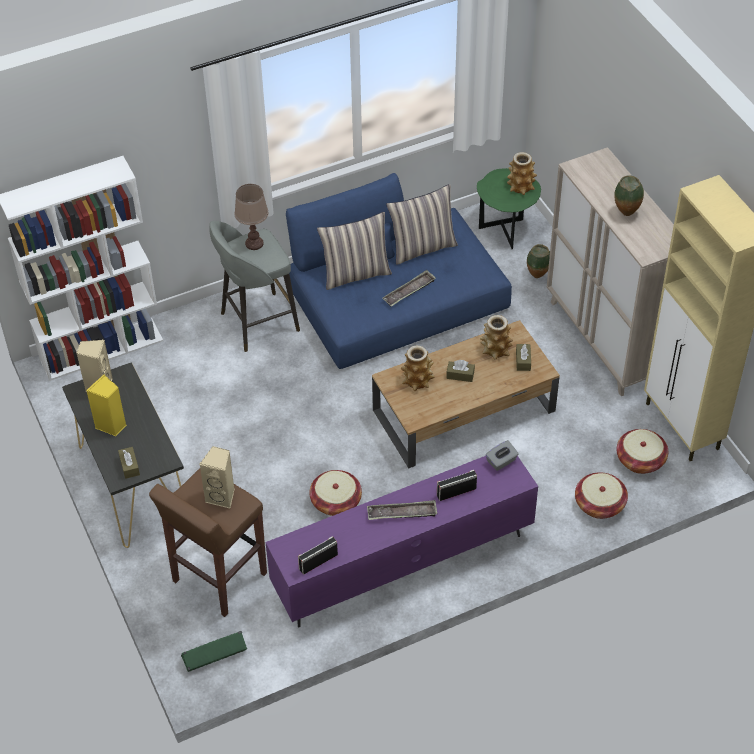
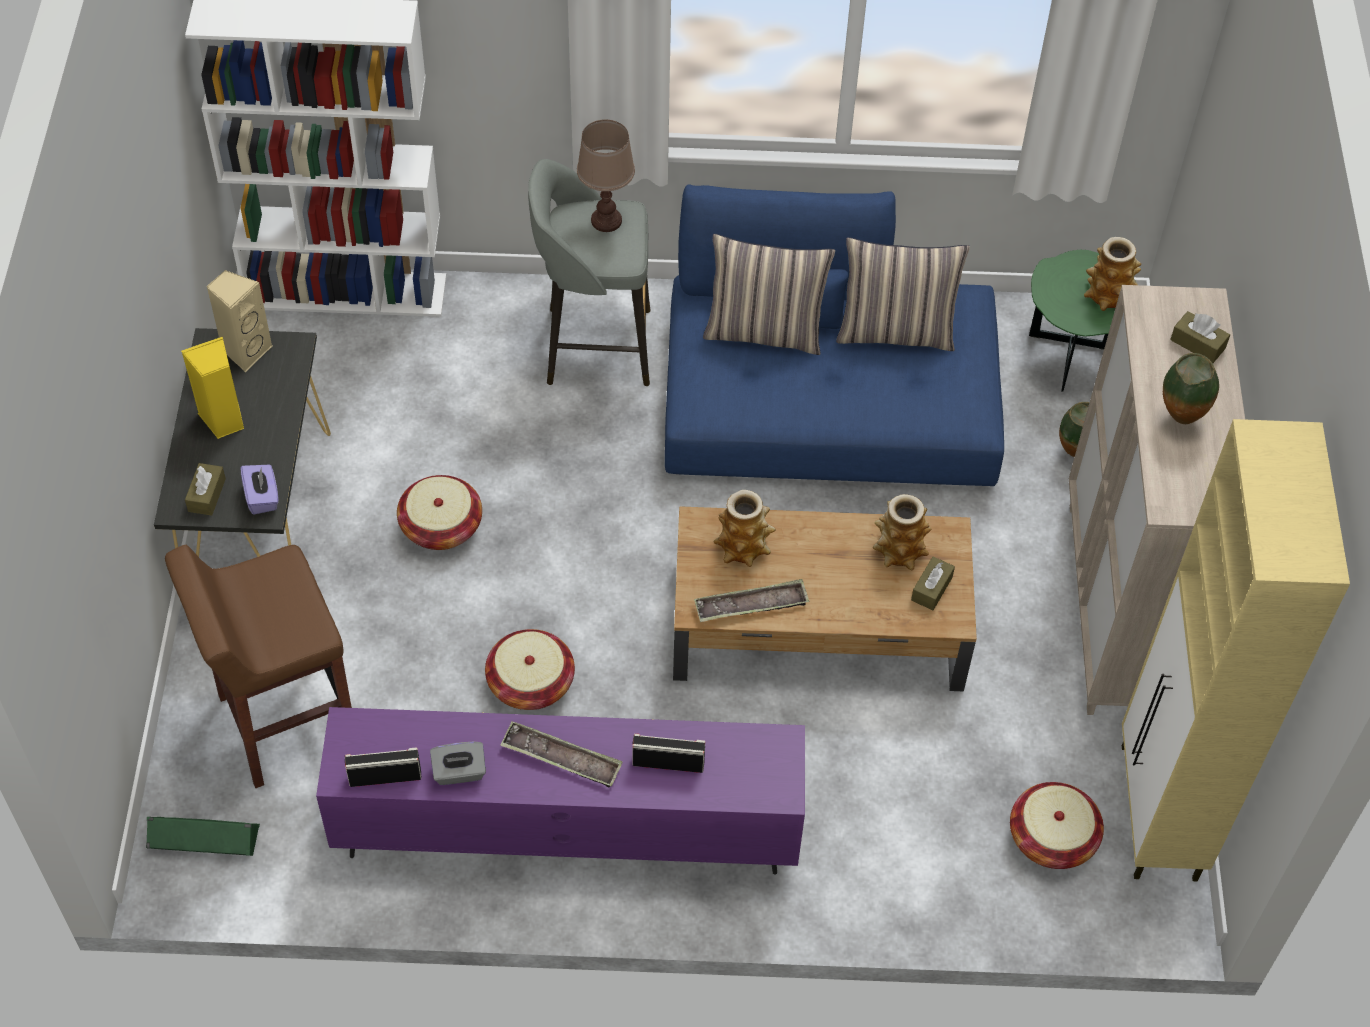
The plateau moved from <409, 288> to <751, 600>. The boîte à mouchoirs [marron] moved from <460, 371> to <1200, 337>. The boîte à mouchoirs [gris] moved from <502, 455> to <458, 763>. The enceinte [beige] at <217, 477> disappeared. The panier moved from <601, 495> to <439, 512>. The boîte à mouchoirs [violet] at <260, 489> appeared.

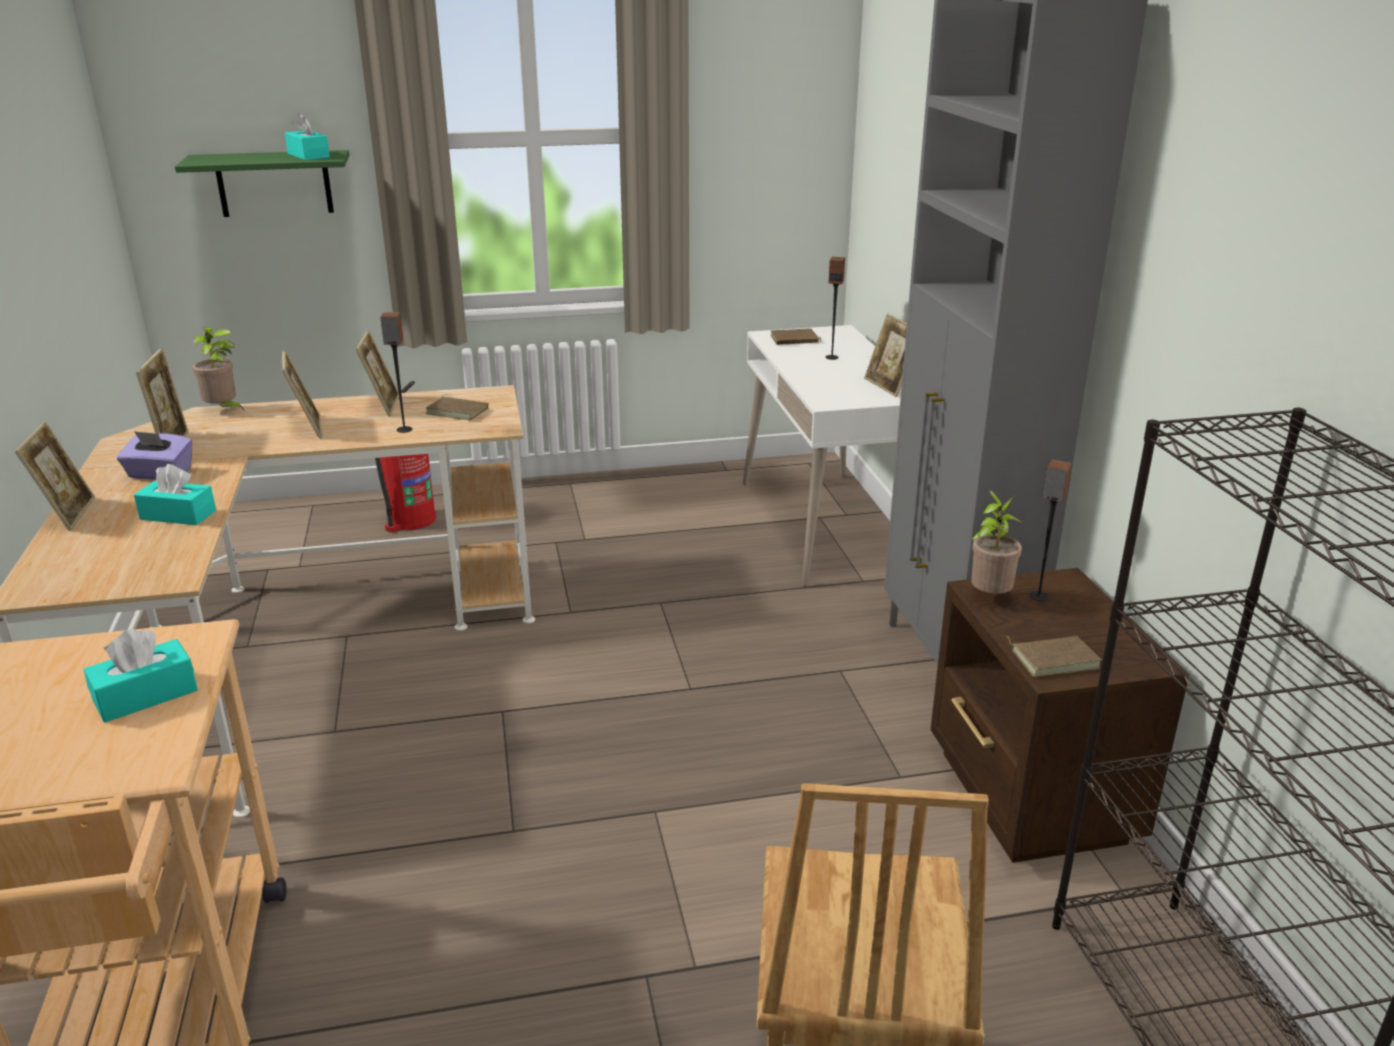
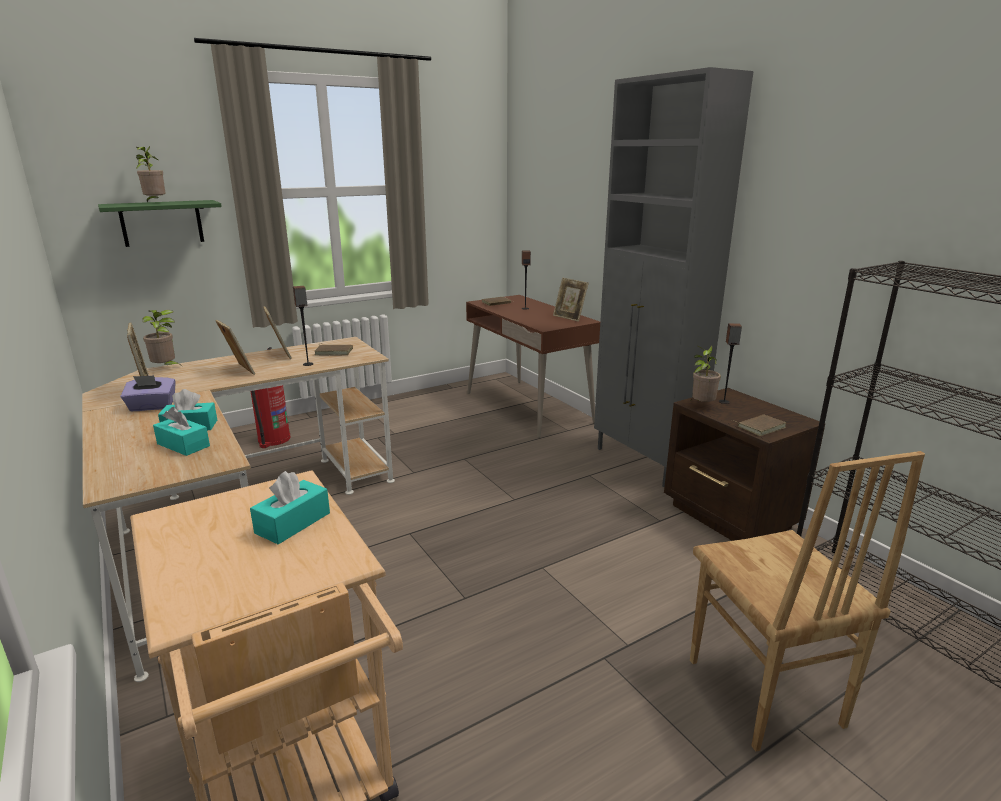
The boîte à mouchoirs [turquoise] moved from <307, 136> to <181, 431>. The bureau [blanc] at <822, 456> became the bureau [marron] at <533, 366>. The cadre photo at <55, 476> disappeared. The plante en pot at <151, 174> appeared.

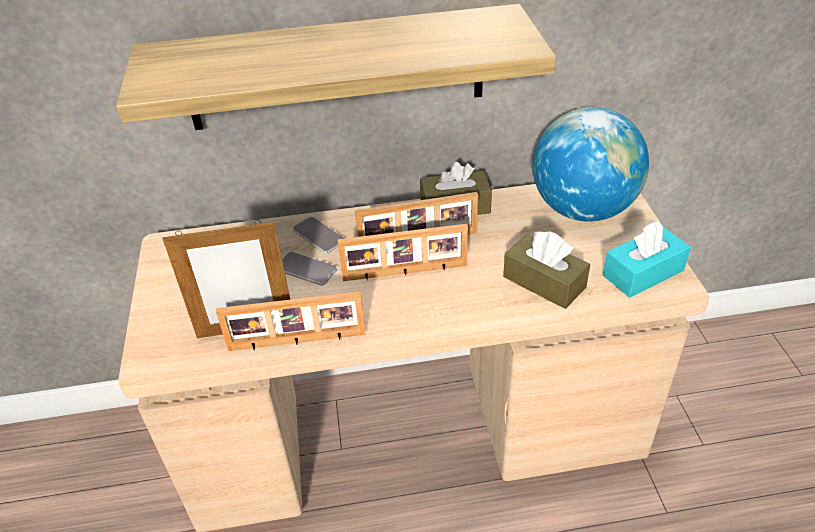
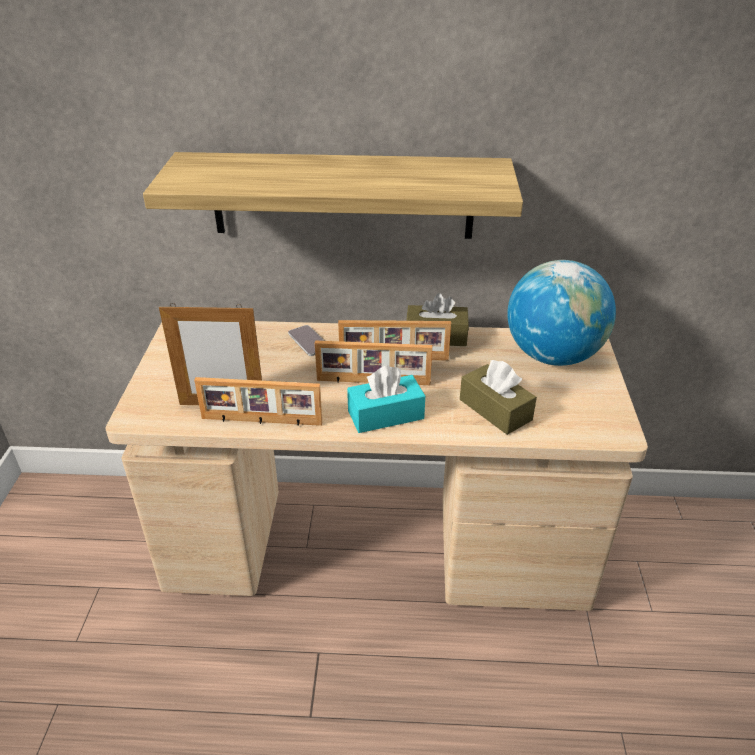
The boîte à mouchoirs [turquoise] moved from <647, 260> to <386, 399>. The téléphone at <309, 268> disappeared.

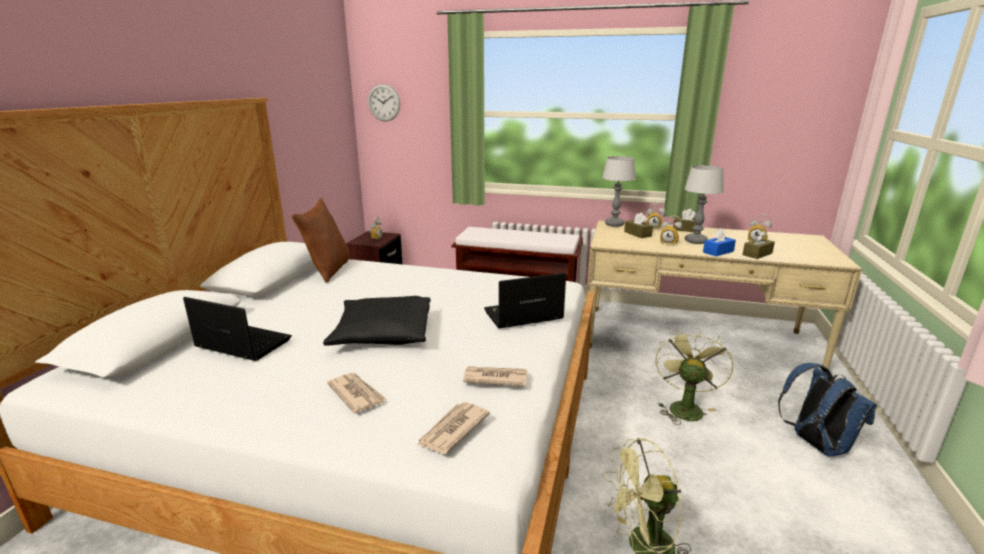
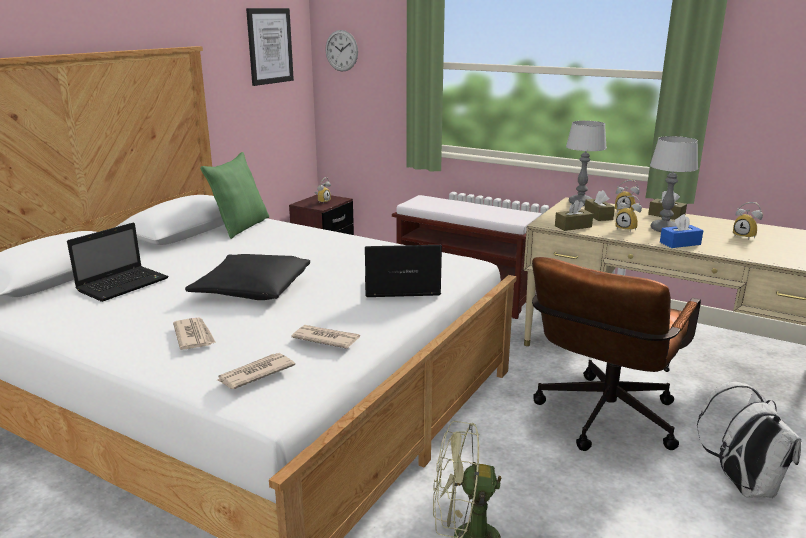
The coussin [marron] at <321, 240> became the coussin [vert] at <234, 195>. The boîte à mouchoirs [marron] moved from <758, 245> to <574, 215>. The ordinateur portable at <237, 329> turned 90 degrees clockwise. The ventilateur [vert] at <694, 377> was replaced by the chaise de bureau [marron] at <616, 354>. The sac à dos [bleu] at <827, 410> became the sac à dos [blanc] at <749, 440>. The tableau at <270, 47> appeared.

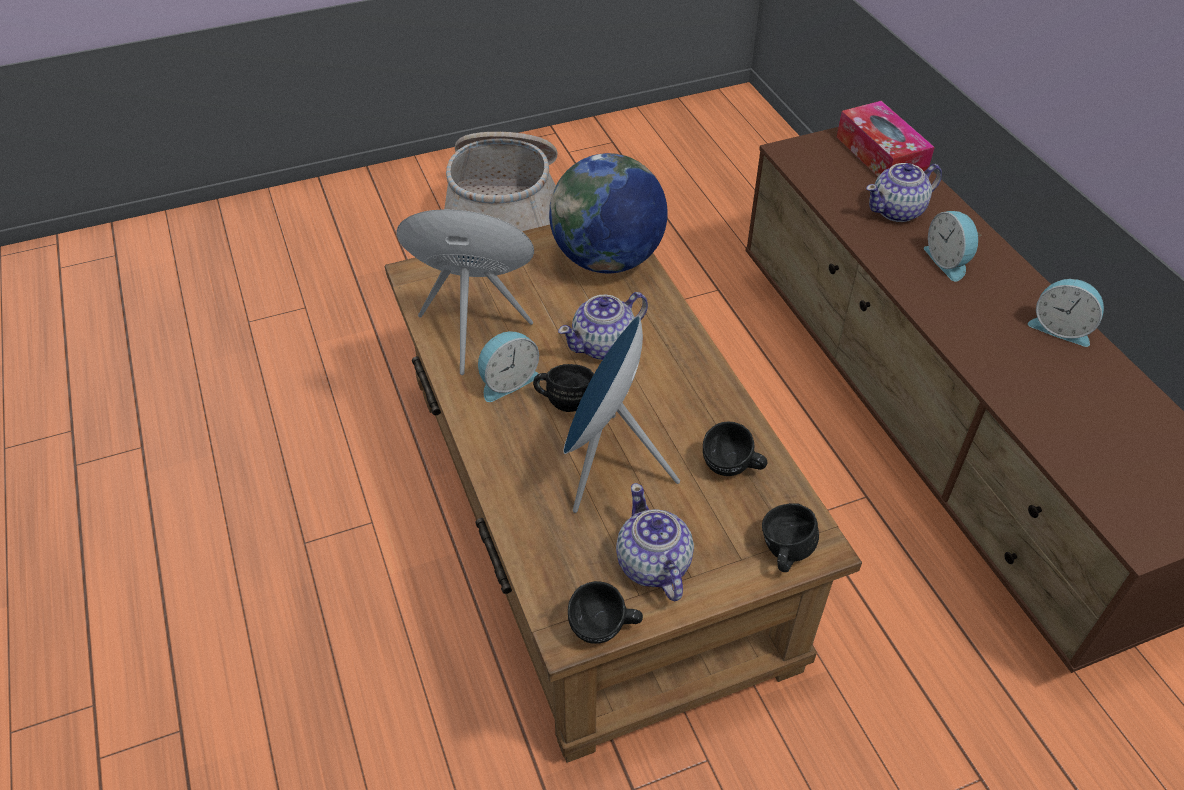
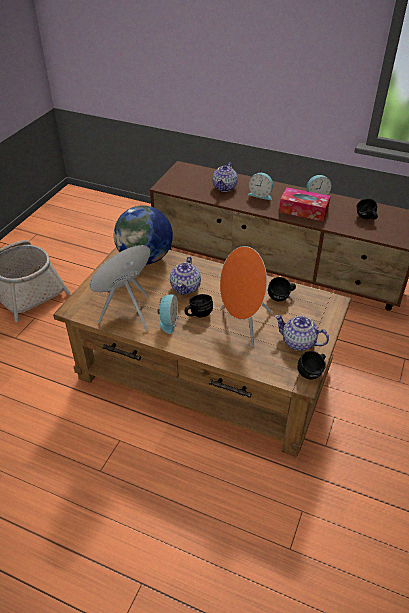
The boîte à mouchoirs moved from <886, 138> to <305, 204>. The enceinte [bleu] at <621, 414> became the enceinte [orange] at <246, 296>. The mug [noir] moved from <790, 537> to <367, 209>.

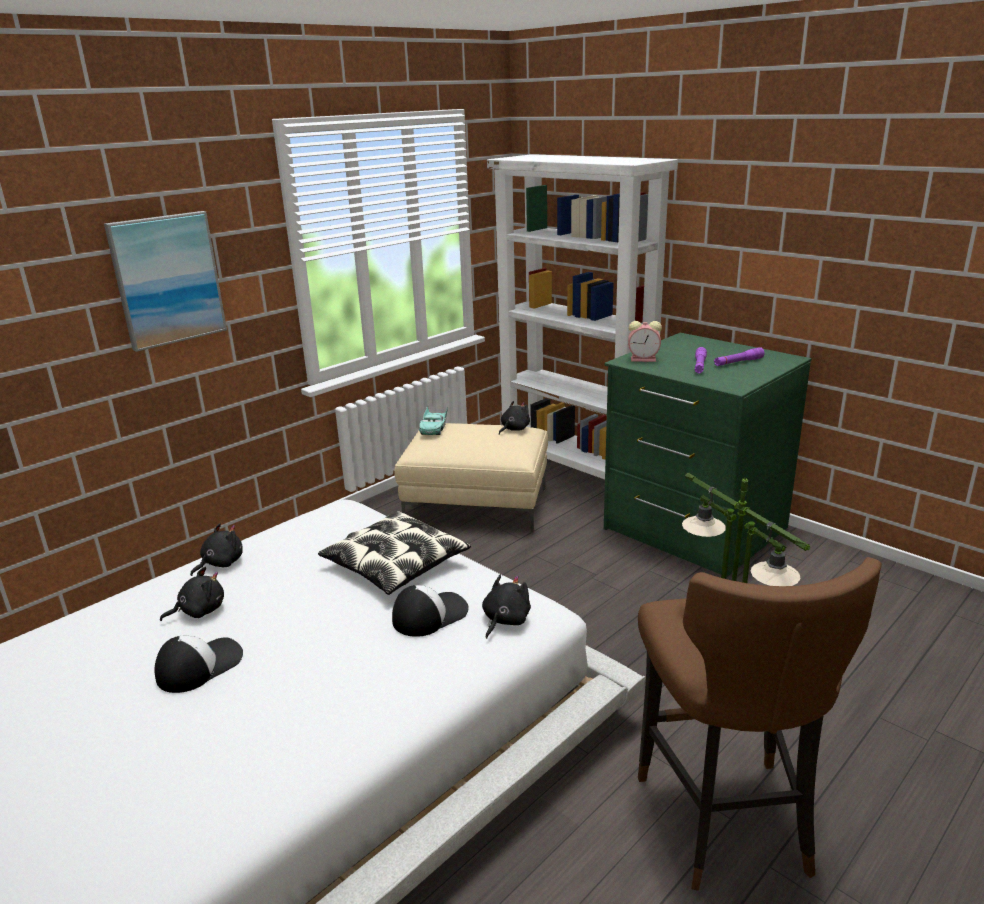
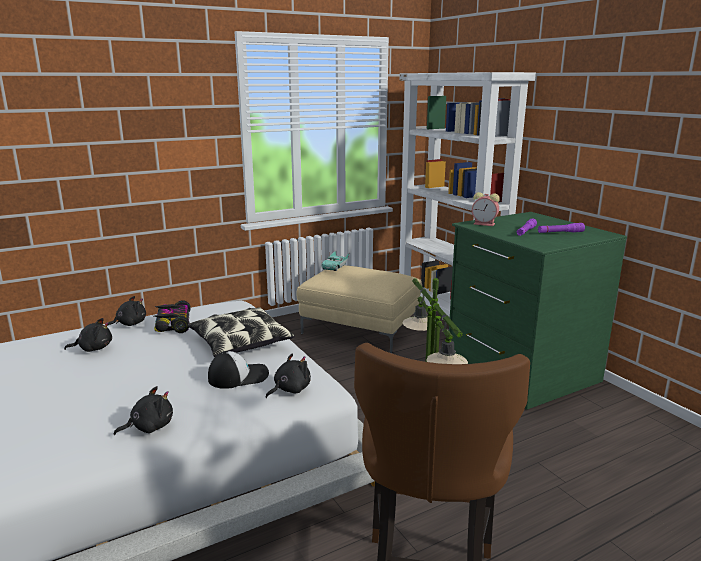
The tableau at <165, 281> disappeared. The peluche [noir] moved from <514, 418> to <143, 410>. The casquette at <199, 664> disappeared. The petite voiture at <172, 316> appeared.

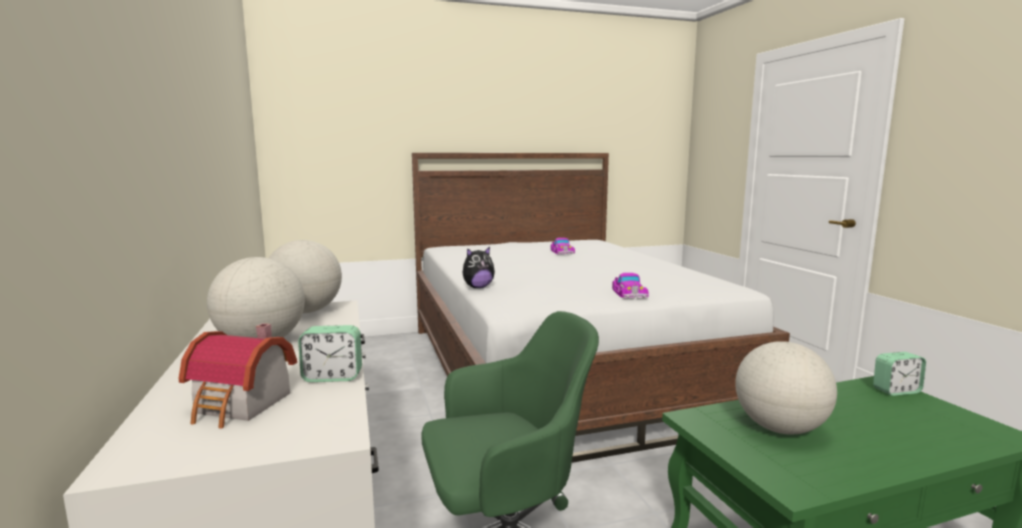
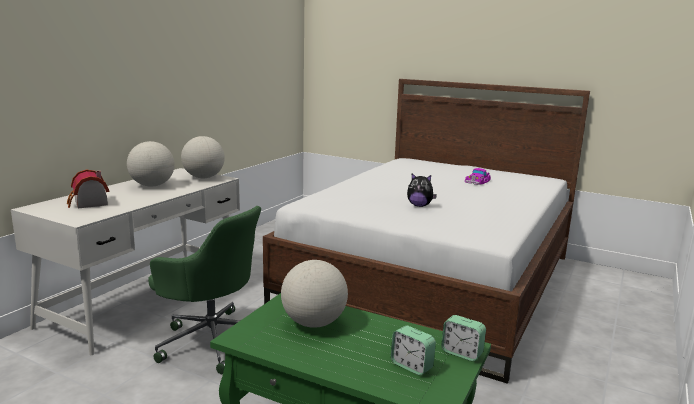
The peluche moved from <478, 267> to <422, 190>. The petite voiture at <630, 286> disappeared. The réveil moved from <330, 353> to <413, 350>.

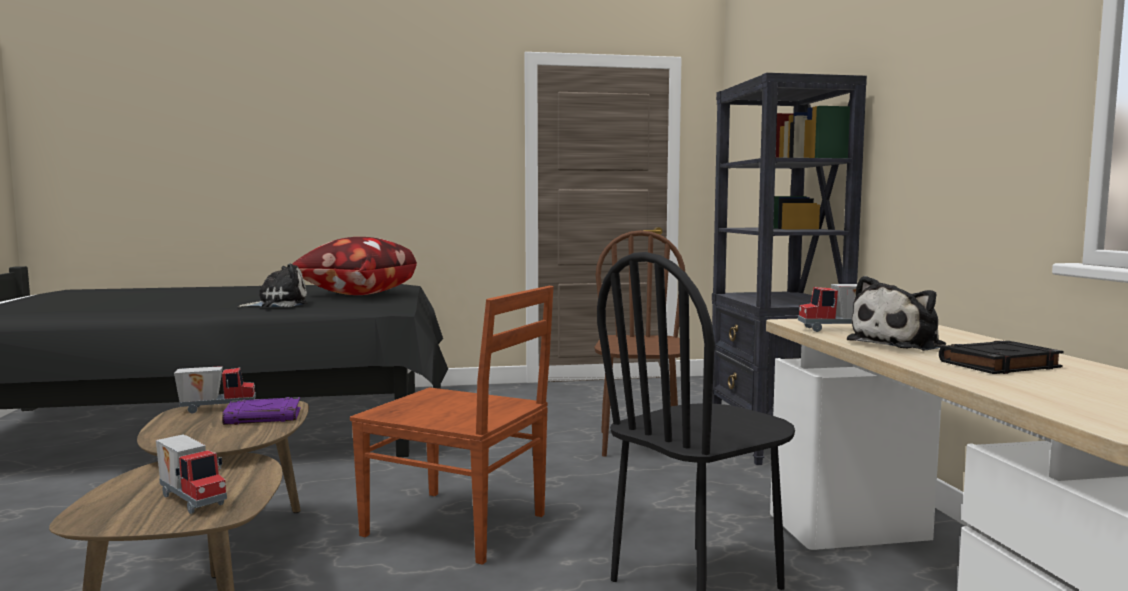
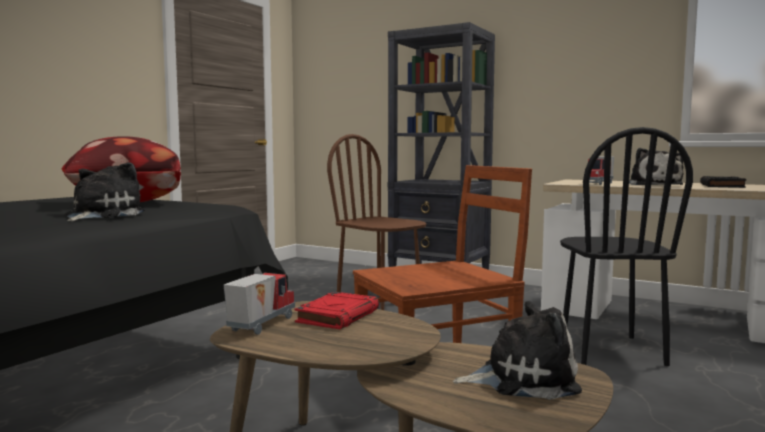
The livre [violet] at <261, 411> became the livre [rouge] at <337, 310>. The camion jouet at <191, 474> was replaced by the peluche at <517, 350>.

